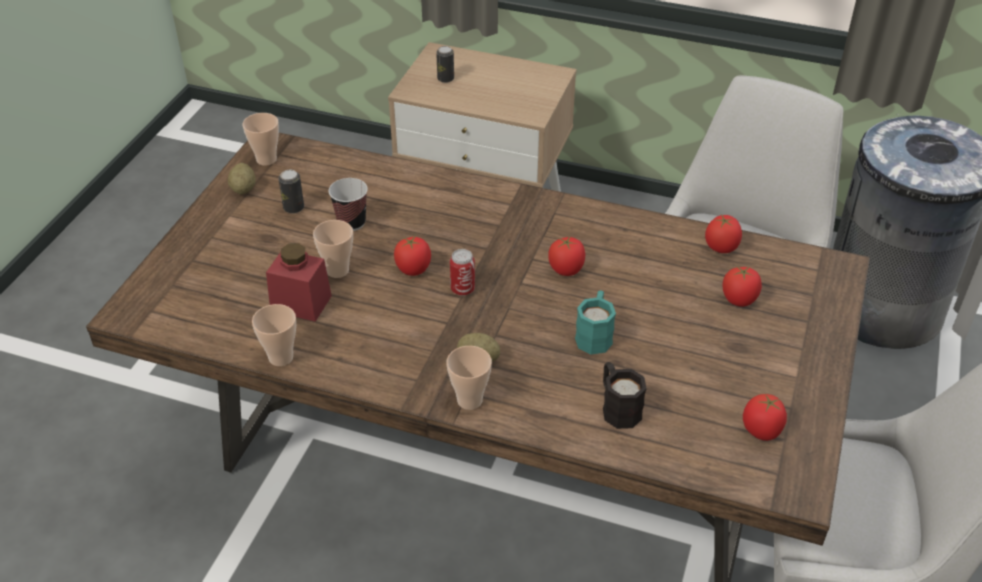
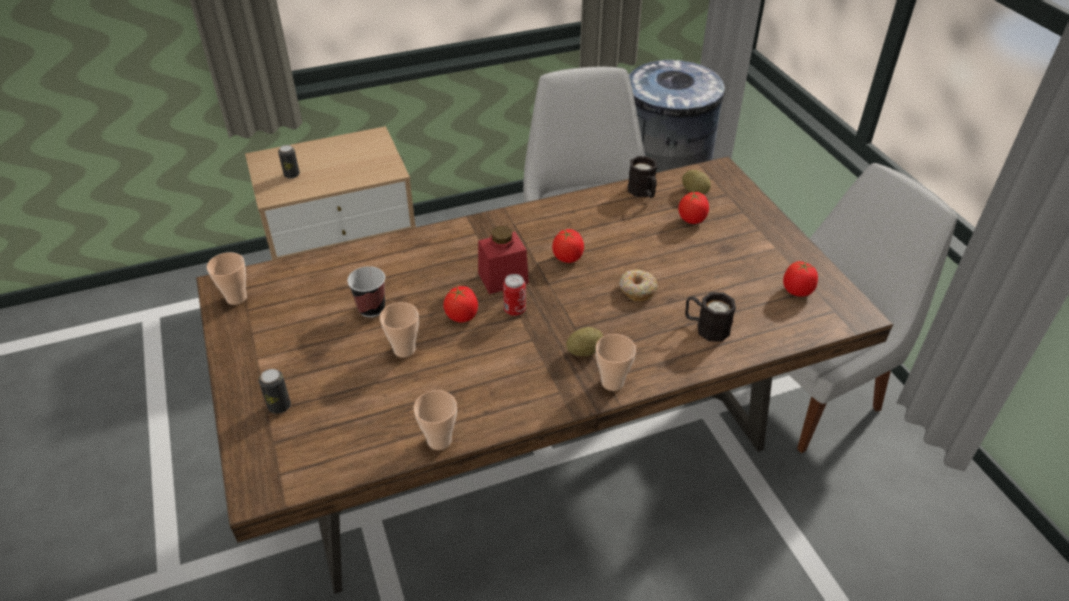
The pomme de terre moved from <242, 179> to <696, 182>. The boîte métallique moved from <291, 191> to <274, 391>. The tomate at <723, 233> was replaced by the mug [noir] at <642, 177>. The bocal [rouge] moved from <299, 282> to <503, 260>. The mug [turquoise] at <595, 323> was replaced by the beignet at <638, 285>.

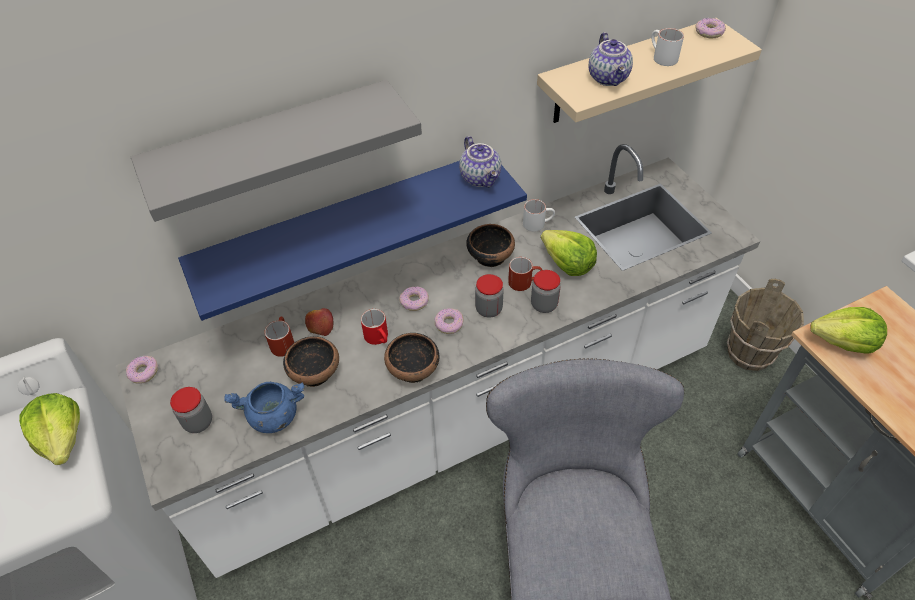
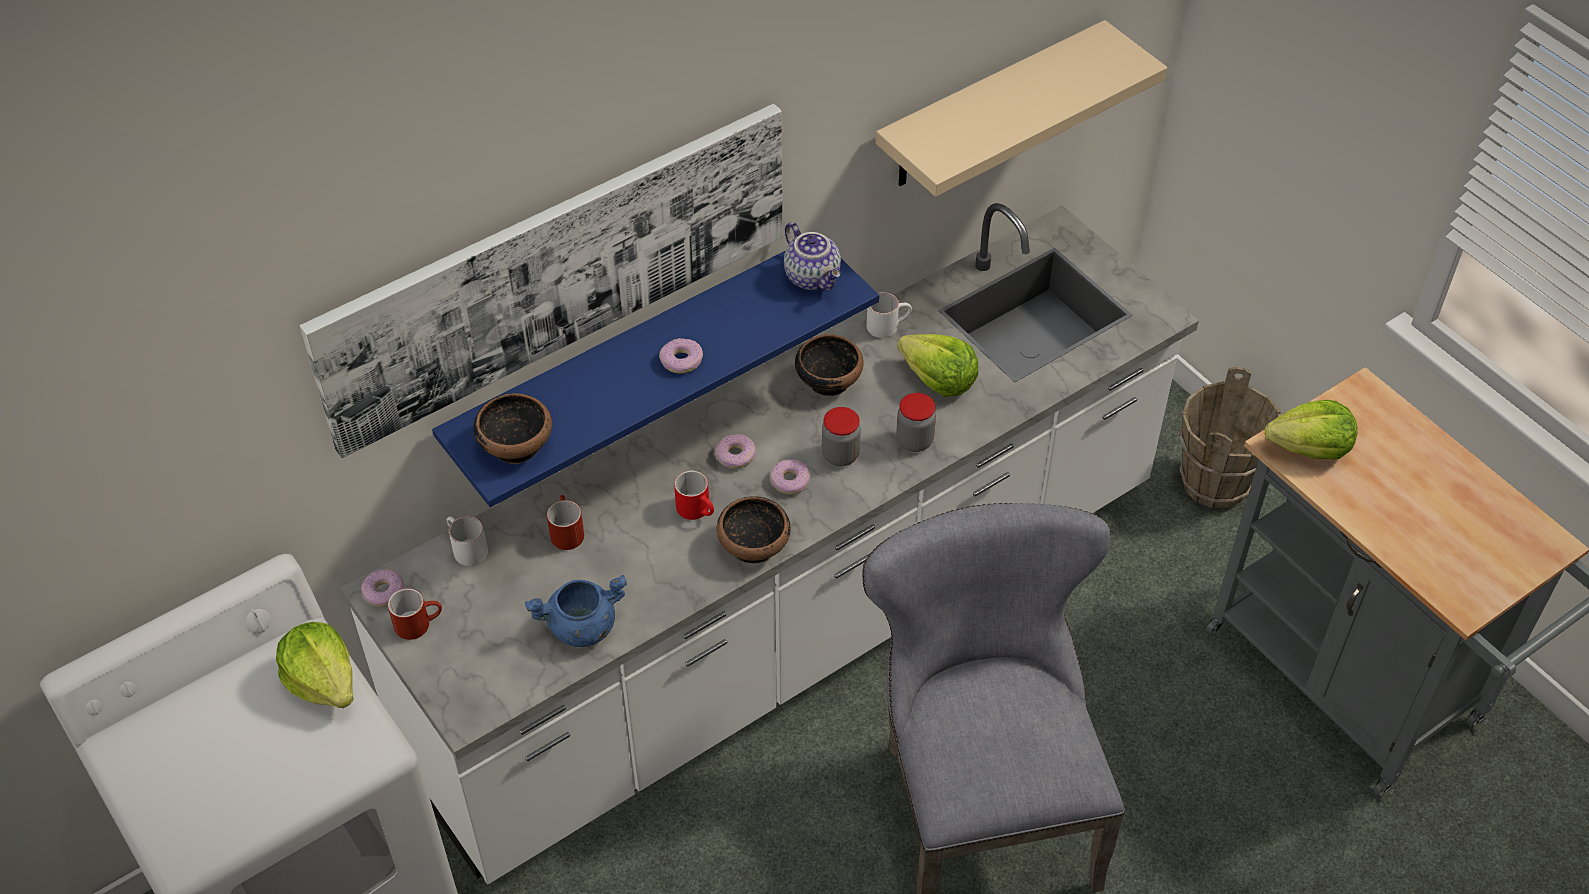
The beignet moved from <710, 28> to <681, 356>. The mug [blanc] moved from <667, 47> to <467, 541>. The théière at <611, 59> disappeared. The étagère [gris] at <276, 151> was replaced by the tableau at <541, 281>. The mug [rouge] moved from <525, 274> to <415, 614>. The pomme at <319, 322> disappeared. The bol moved from <311, 361> to <513, 428>. The bocal at <191, 410> disappeared.

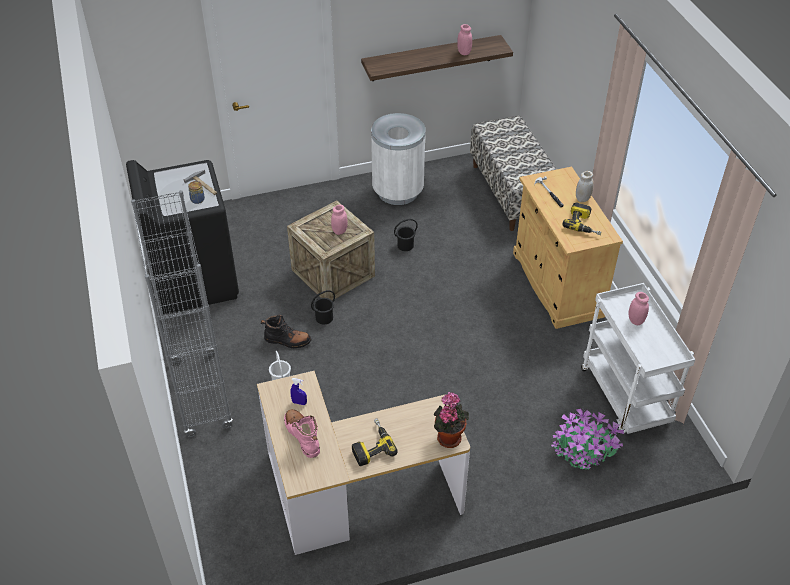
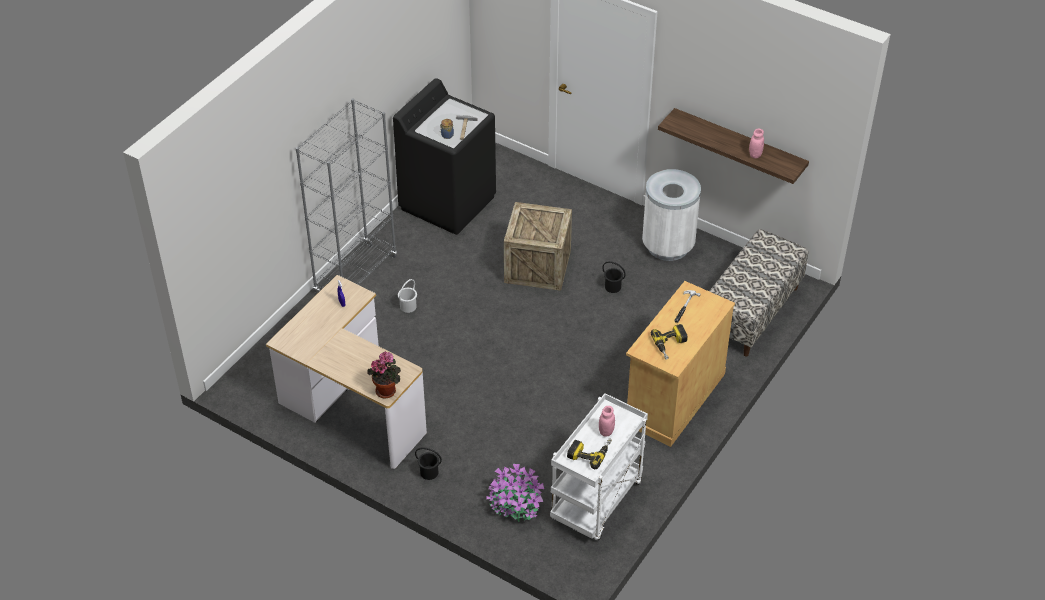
The bocal [blanc] at <585, 186> disappeared. The bocal [rose] at <339, 220> disappeared. The seau [noir] moved from <323, 307> to <428, 463>. The botte [noir] at <286, 331> disappeared. The botte [rose] at <302, 433> disappeared. The perceuse moved from <375, 442> to <589, 454>.

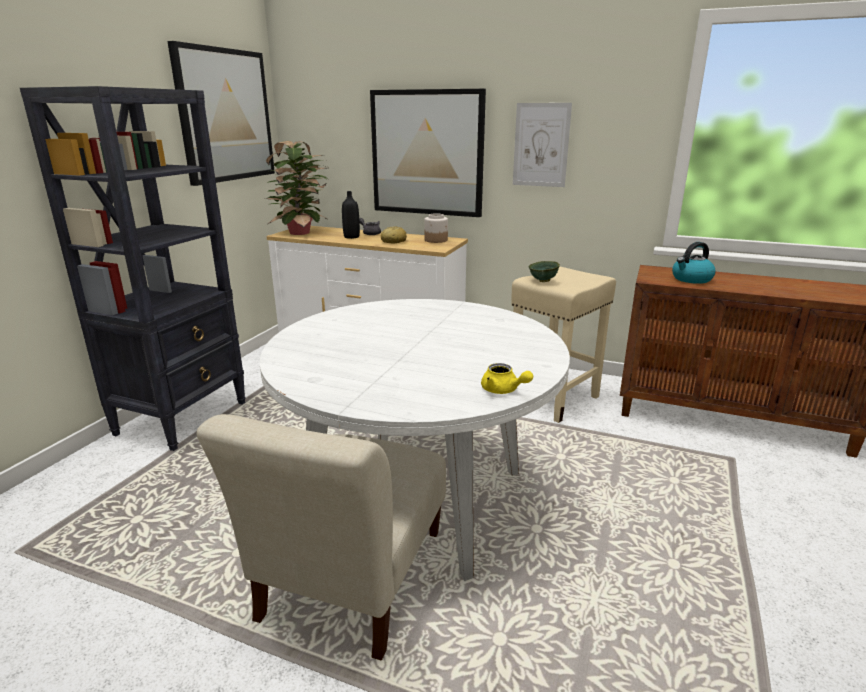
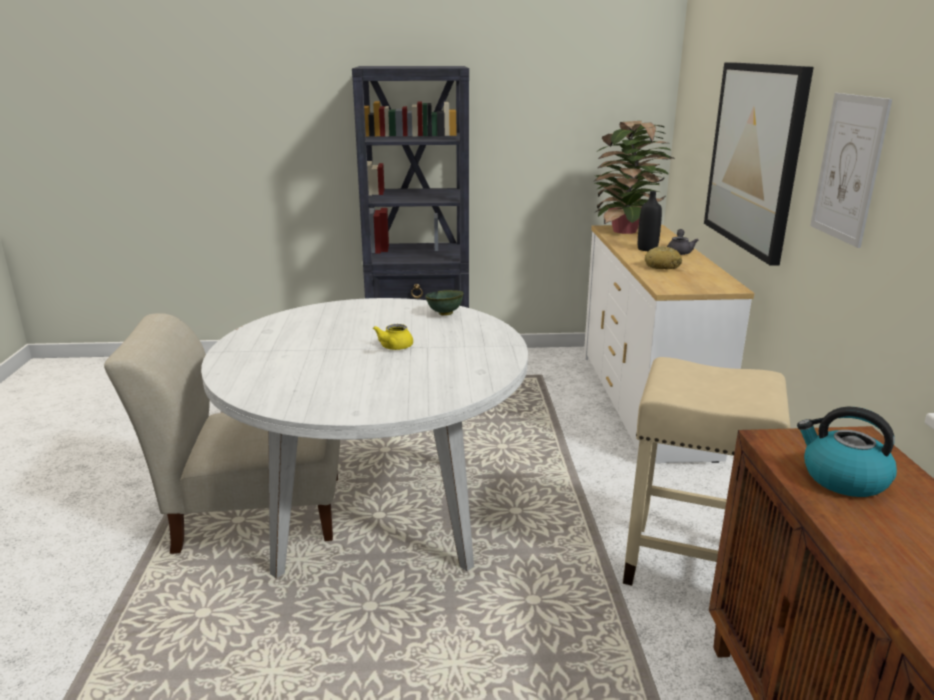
The tableau at <221, 113> disappeared. The bocal at <436, 228> disappeared. The bol [vert] moved from <544, 271> to <444, 303>. The théière [jaune] moved from <507, 378> to <393, 337>.

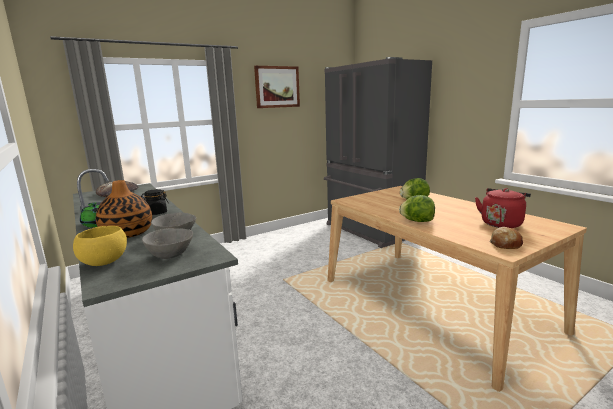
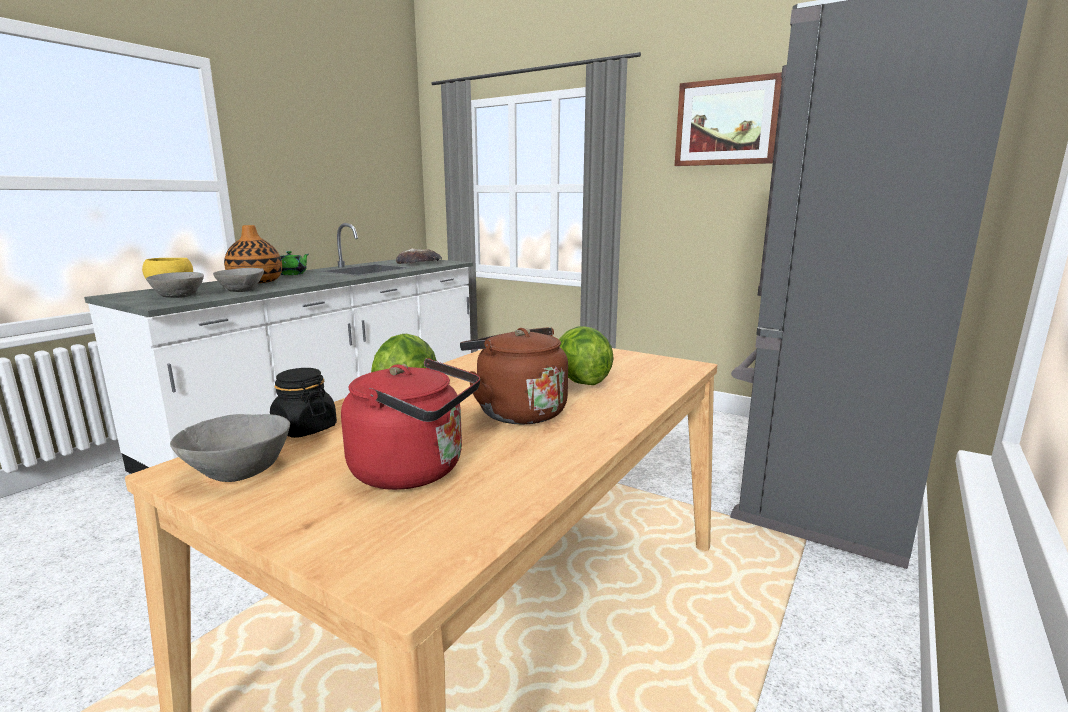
The bocal [noir] moved from <154, 202> to <303, 403>. The pain at <506, 238> was replaced by the bol [gris] at <230, 448>. The bouilloire [marron] at <514, 376> appeared.

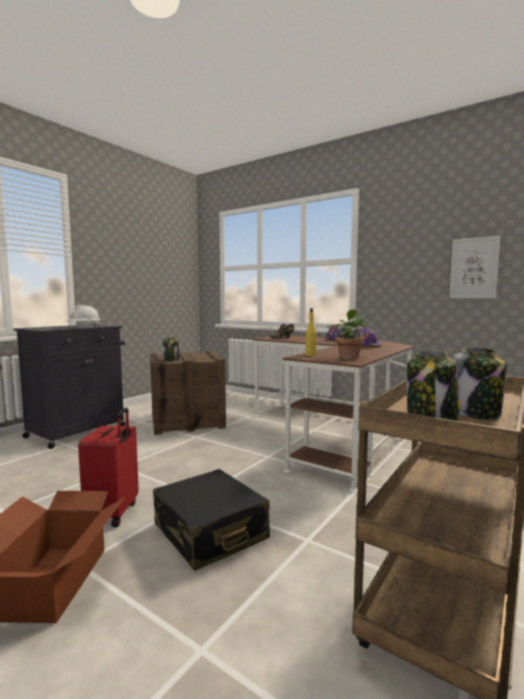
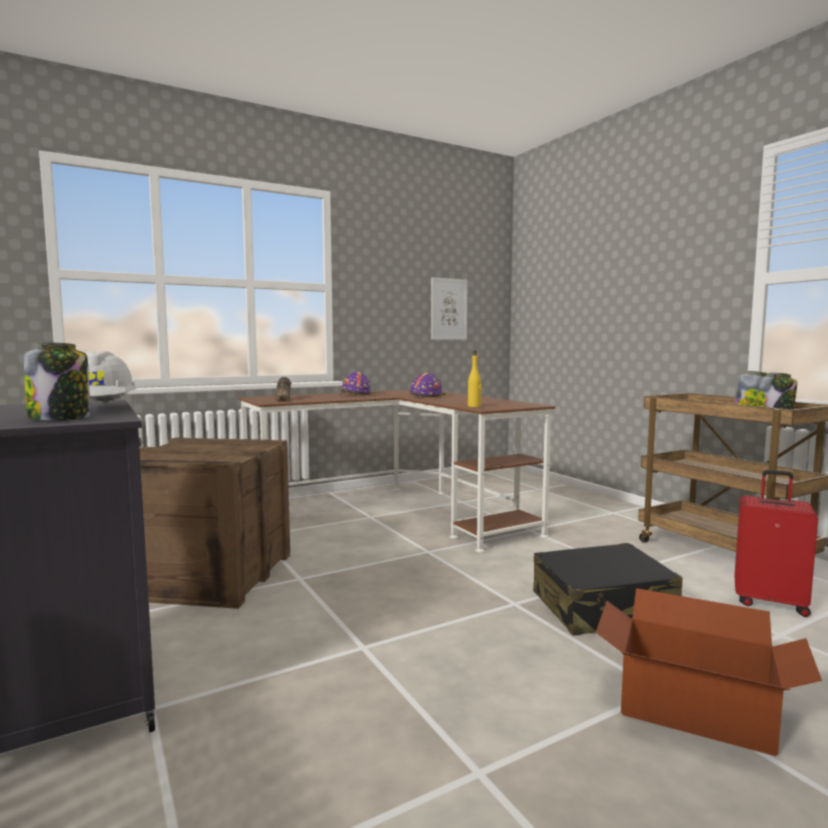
The plante en pot at <347, 334> disappeared. The bocal moved from <171, 349> to <57, 382>. The valise [rouge] moved from <108, 467> to <776, 543>.

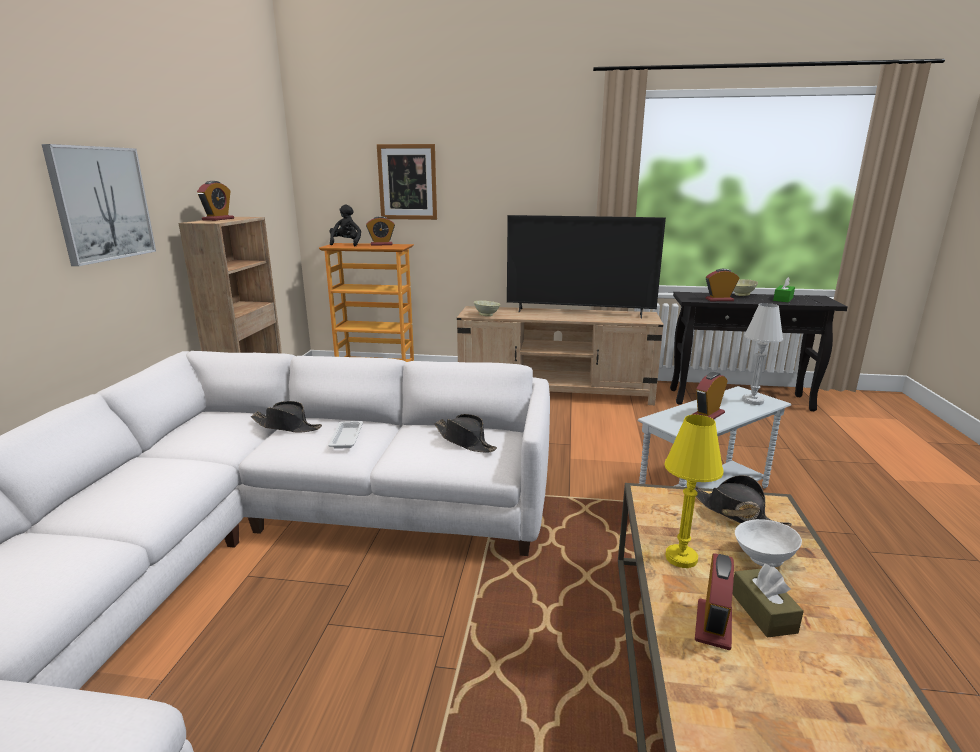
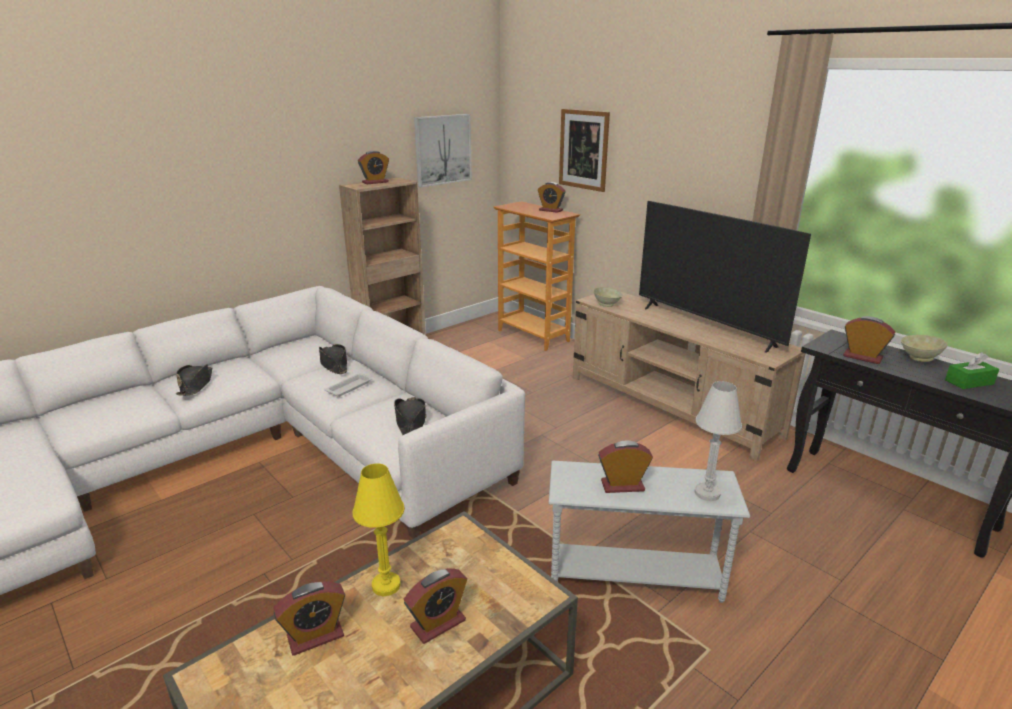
The tableau moved from <99, 205> to <443, 150>. The peluche [noir] at <345, 226> disappeared. The chapeau [noir] moved from <743, 501> to <194, 380>. The bol [blanc] at <768, 543> was replaced by the réveil at <435, 606>. The boîte à mouchoirs [marron] at <768, 601> disappeared.

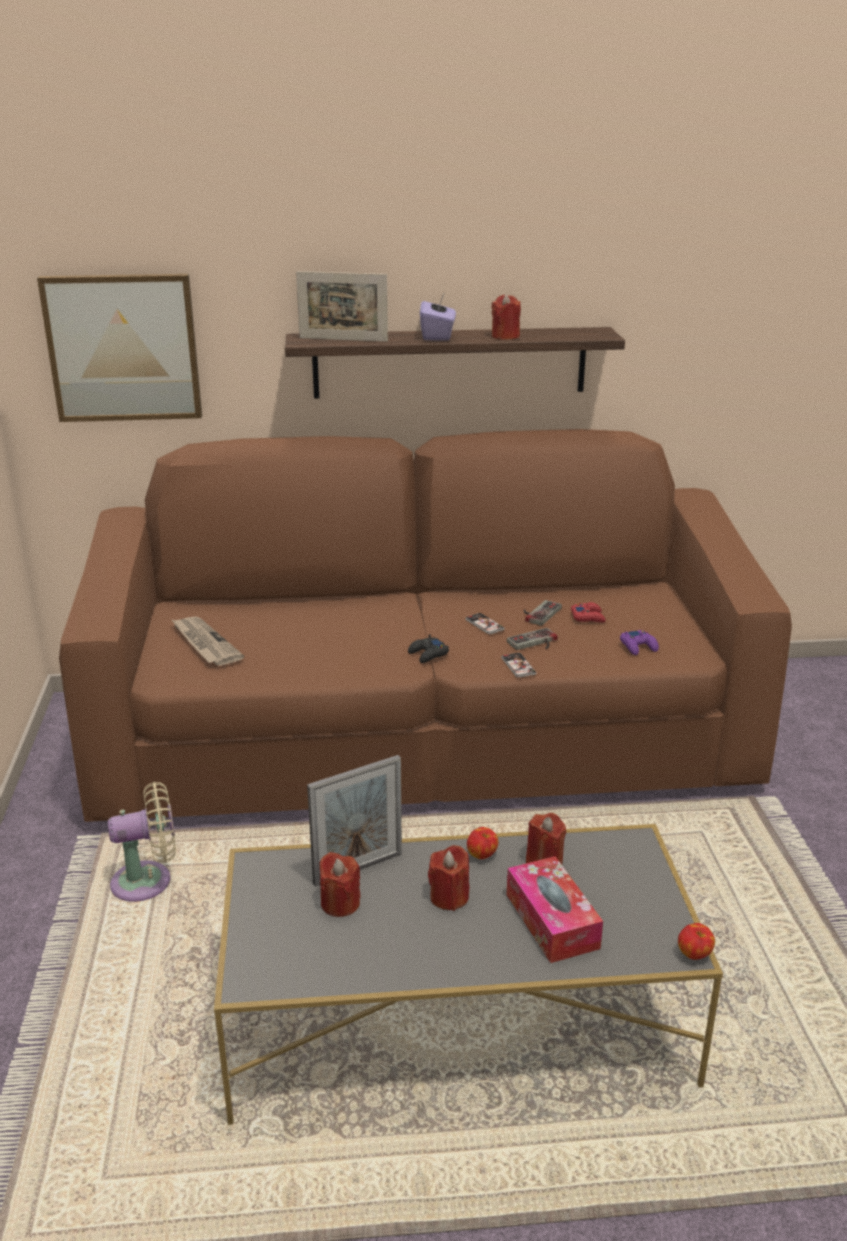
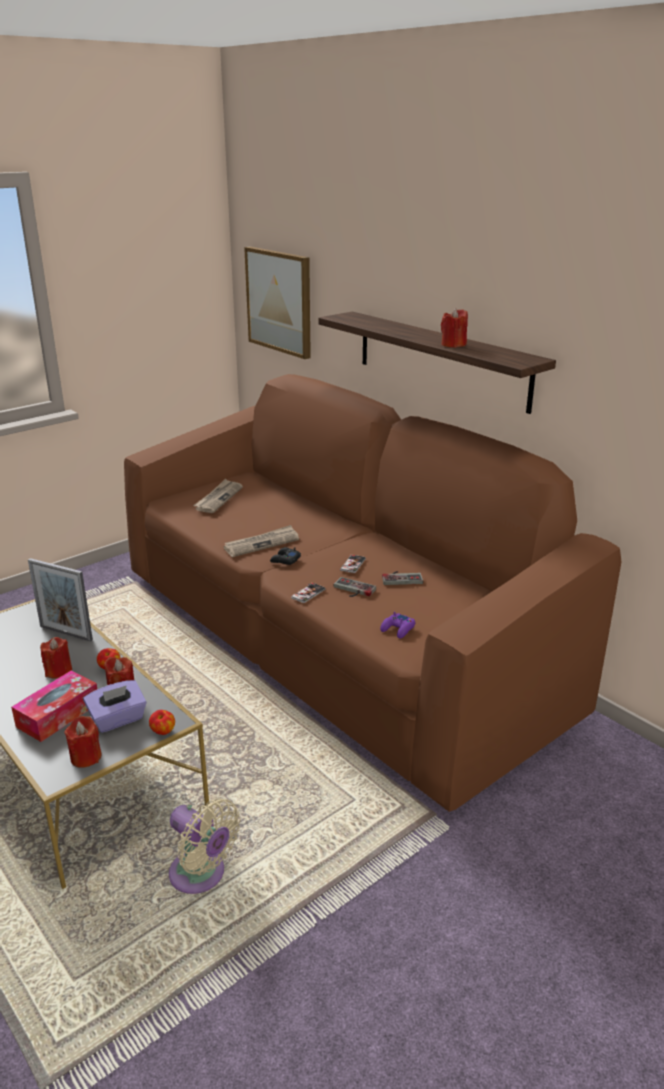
The cadre photo at <342, 306> disappeared. The boîte à mouchoirs [violet] moved from <438, 316> to <115, 706>. The manette [rouge] at <588, 612> disappeared. The ventilateur [beige] moved from <142, 842> to <205, 846>. The bougie [rouge] moved from <340, 884> to <83, 742>. The pomme moved from <696, 941> to <162, 722>. The journal at <261, 541> appeared.

